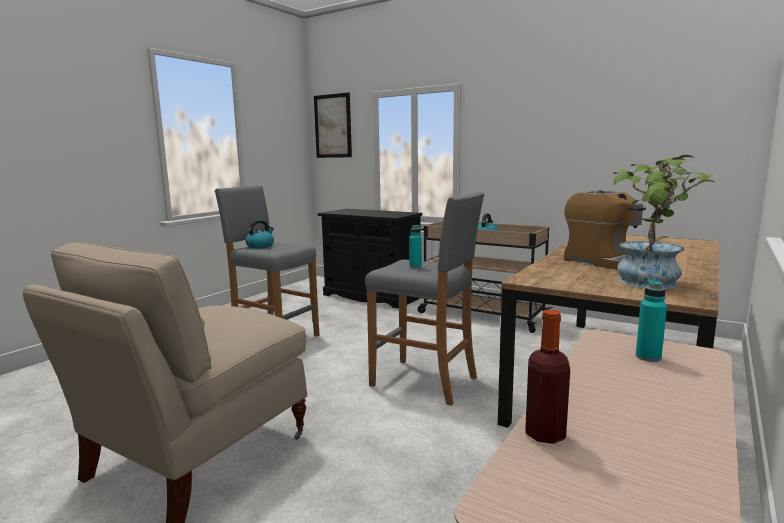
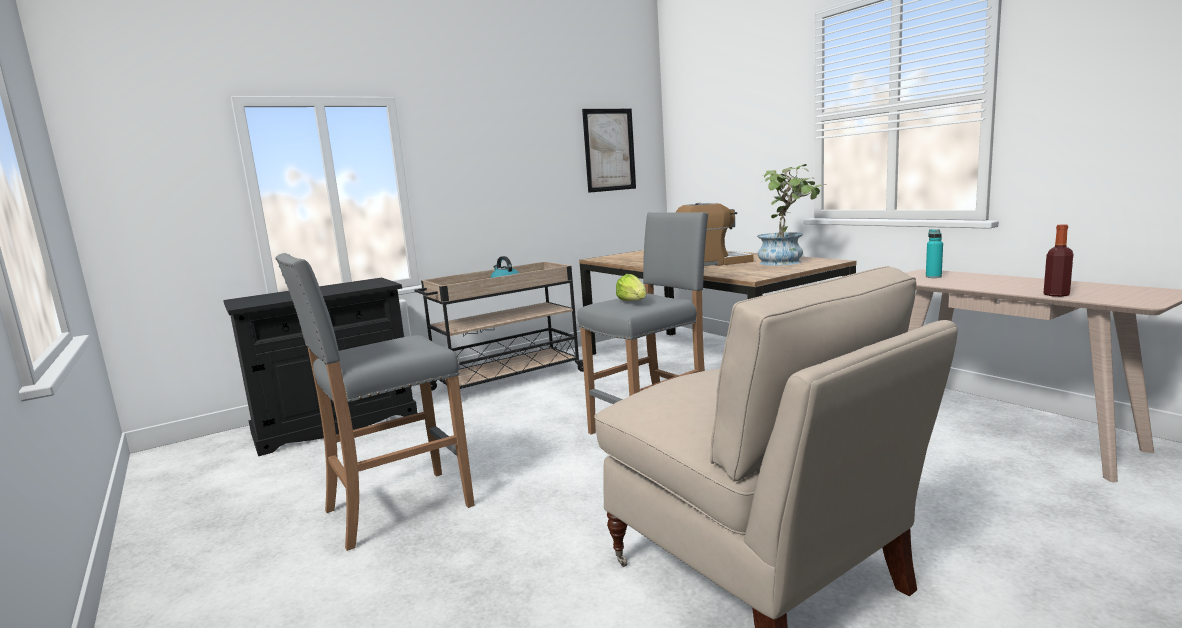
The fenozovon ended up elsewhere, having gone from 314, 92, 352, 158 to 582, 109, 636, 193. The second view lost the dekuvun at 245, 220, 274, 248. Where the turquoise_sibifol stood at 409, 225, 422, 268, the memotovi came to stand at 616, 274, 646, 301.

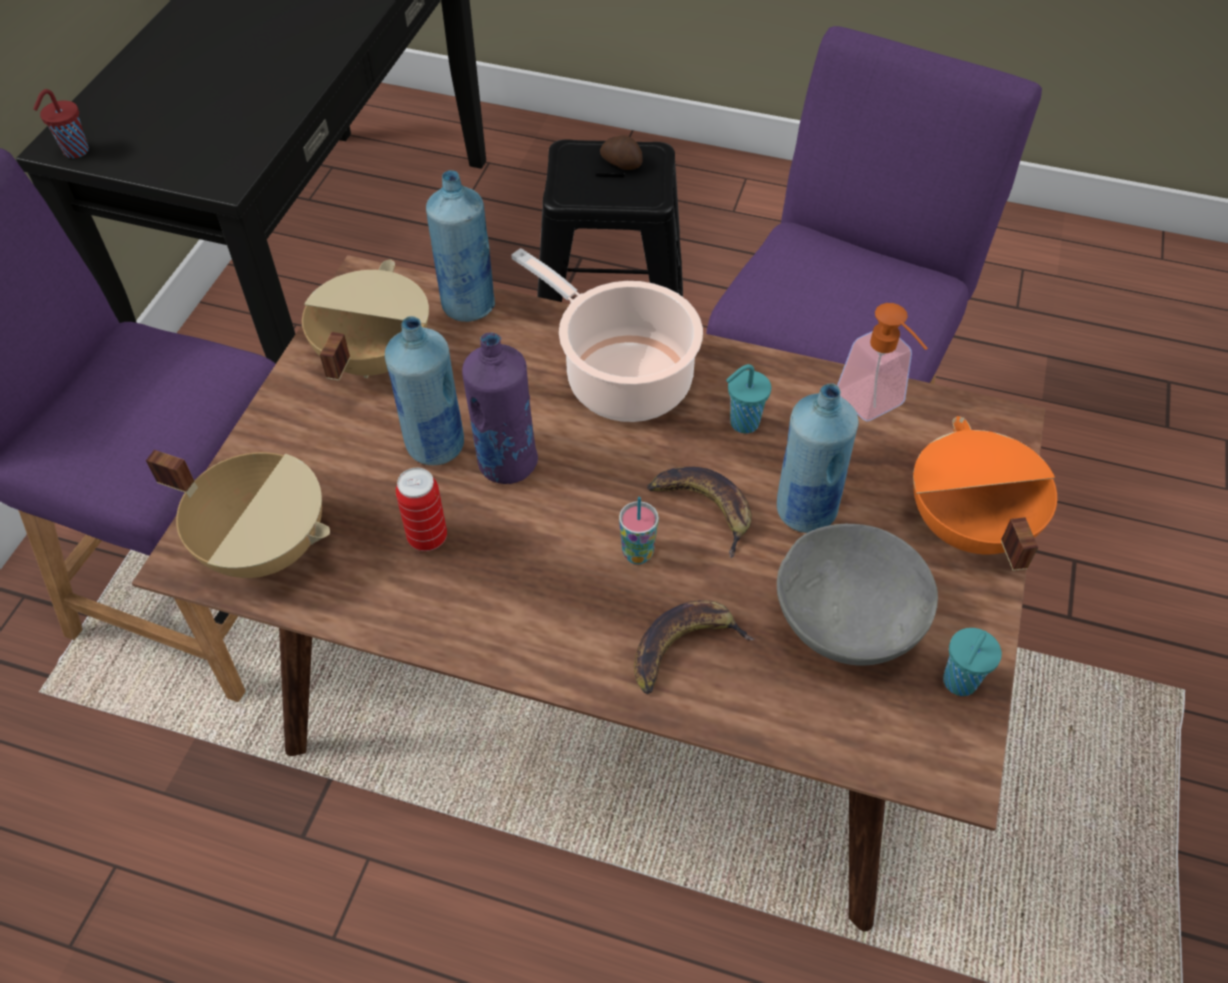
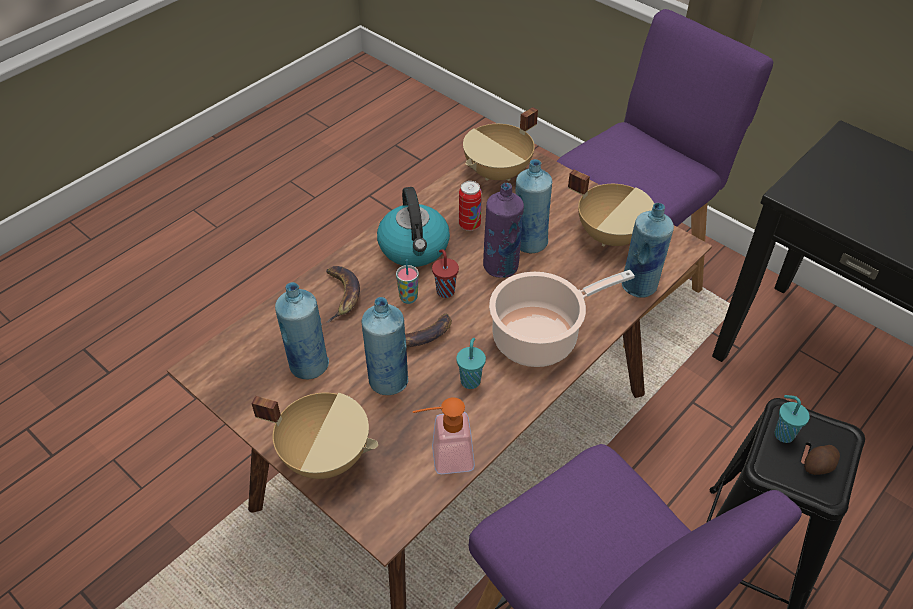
The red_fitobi ended up elsewhere, having gone from 33, 89, 89, 158 to 432, 249, 459, 298. What was the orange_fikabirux at 913, 416, 1057, 571 turned into the beige_fikabirux at 251, 392, 378, 479. Where the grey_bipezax stood at 777, 524, 938, 666, the blue_sibifol came to stand at 275, 282, 329, 380. The turquoise_fitobi ended up elsewhere, having gone from 943, 628, 1002, 696 to 774, 395, 810, 443. The second view gained the dekuvun at 377, 187, 450, 267.

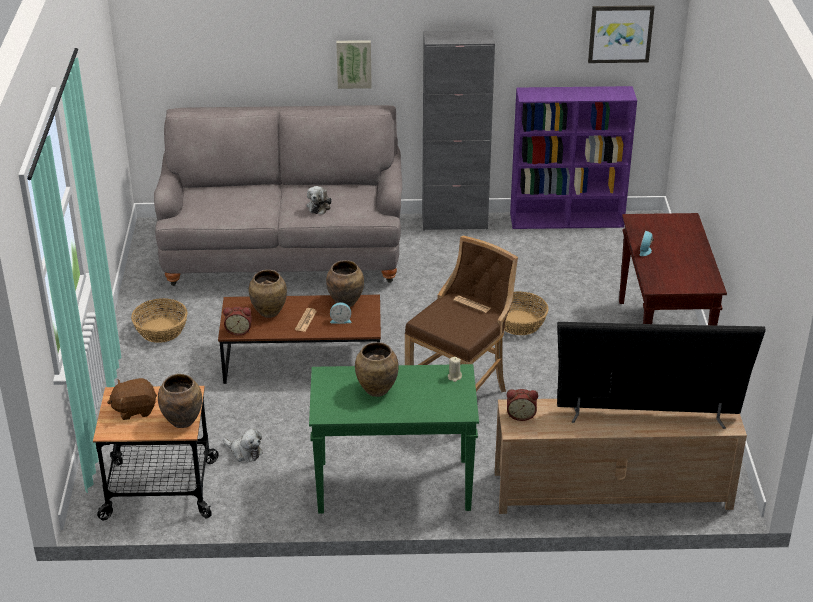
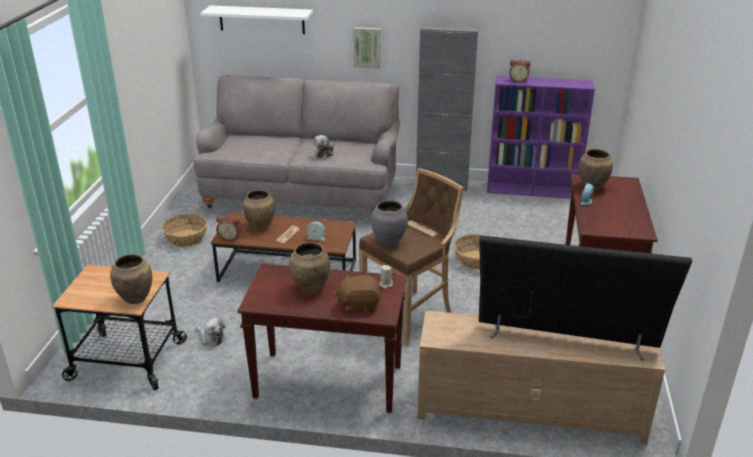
The second view lost the fenozovon at 588, 5, 655, 63. The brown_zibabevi ended up elsewhere, having gone from 326, 260, 364, 307 to 579, 149, 613, 191. What was the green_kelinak at 309, 364, 479, 514 turned into the brown_kelinak at 237, 264, 407, 413. The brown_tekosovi ended up elsewhere, having gone from 107, 378, 157, 420 to 334, 274, 382, 313. The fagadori ended up elsewhere, having gone from 507, 389, 538, 421 to 509, 60, 531, 82. The second view gained the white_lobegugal at 200, 5, 313, 34. The second view gained the grey_zibabevi at 371, 200, 408, 246.

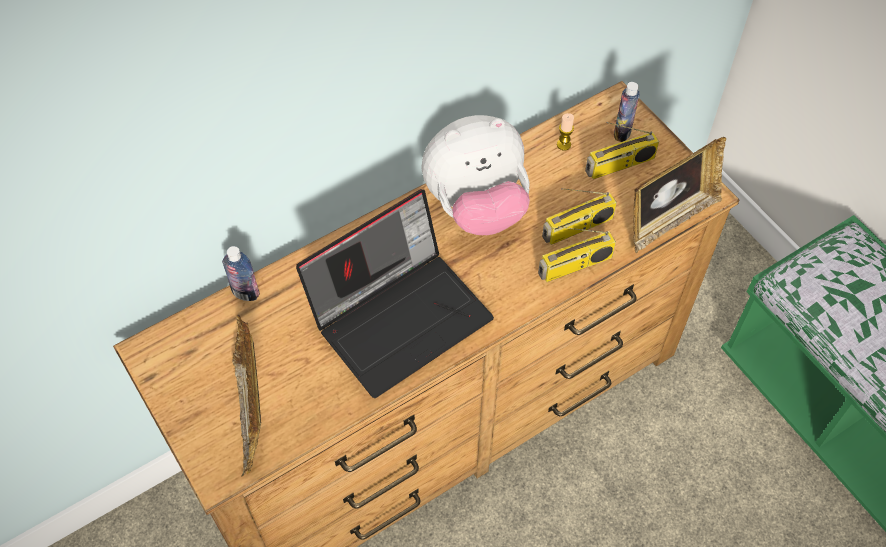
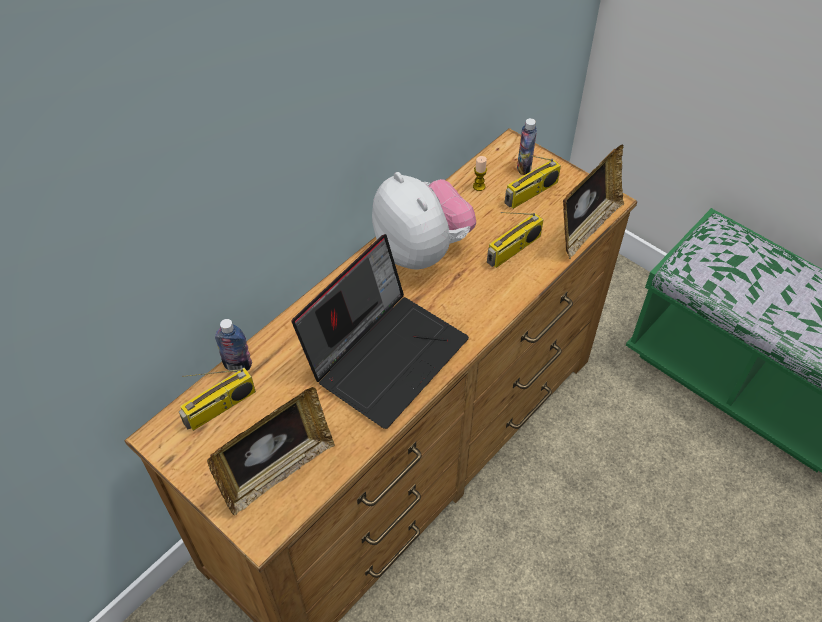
The tekosovi at 421, 115, 530, 235 ended up facing another way, 90 degrees counterclockwise from before. The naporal ended up elsewhere, having gone from 538, 226, 616, 282 to 179, 368, 256, 431. The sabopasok at 232, 315, 261, 477 ended up facing another way, 105 degrees counterclockwise from before.

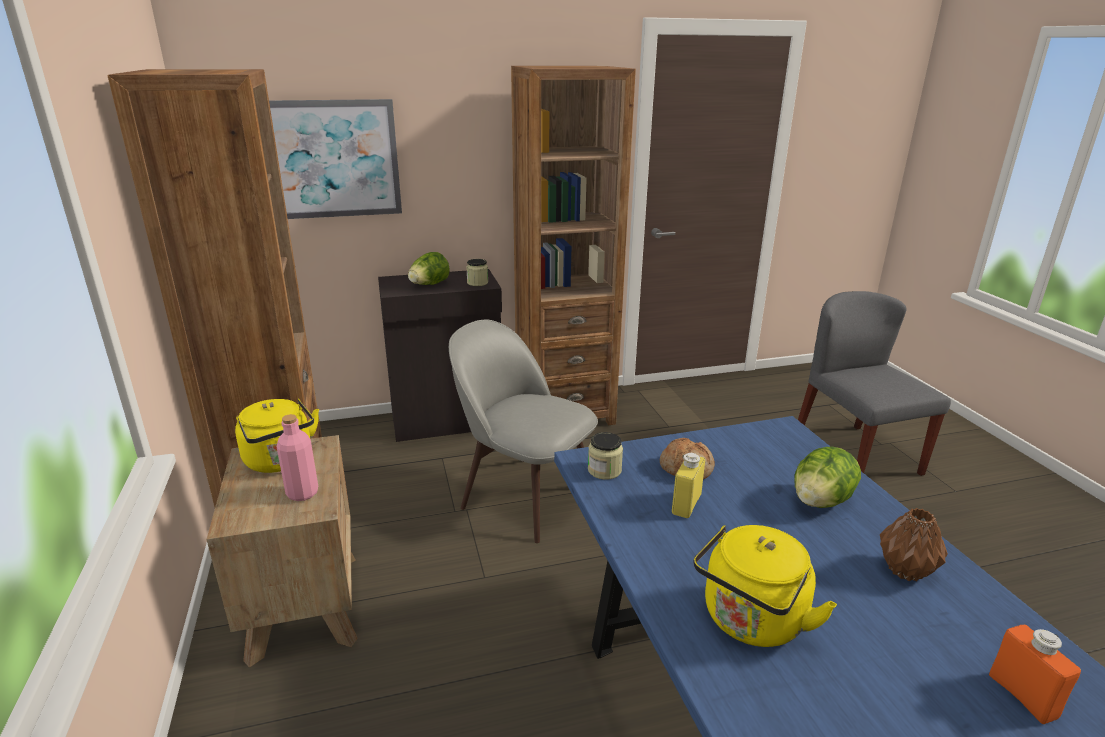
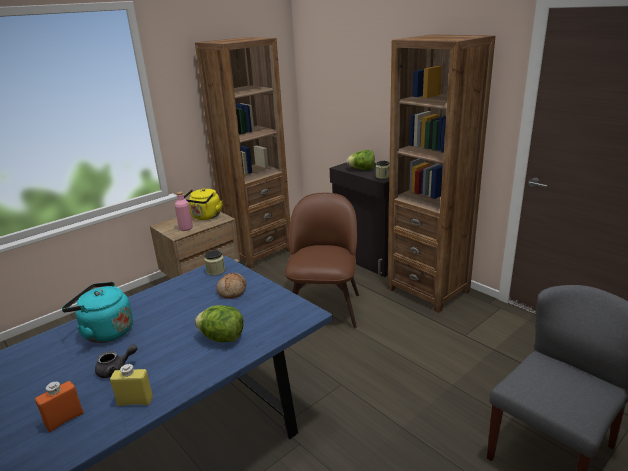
The second view lost the fenozovon at 269, 99, 402, 219. What was the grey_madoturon at 449, 320, 598, 543 turned into the brown_madoturon at 285, 193, 359, 328. The yellow_sibifol ended up elsewhere, having gone from 672, 453, 705, 518 to 110, 364, 153, 406. The second view lost the brown_zibabevi at 880, 508, 948, 581. What was the yellow_dekuvun at 693, 525, 837, 647 turned into the turquoise_dekuvun at 62, 282, 133, 343. The second view gained the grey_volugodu at 95, 344, 138, 378.

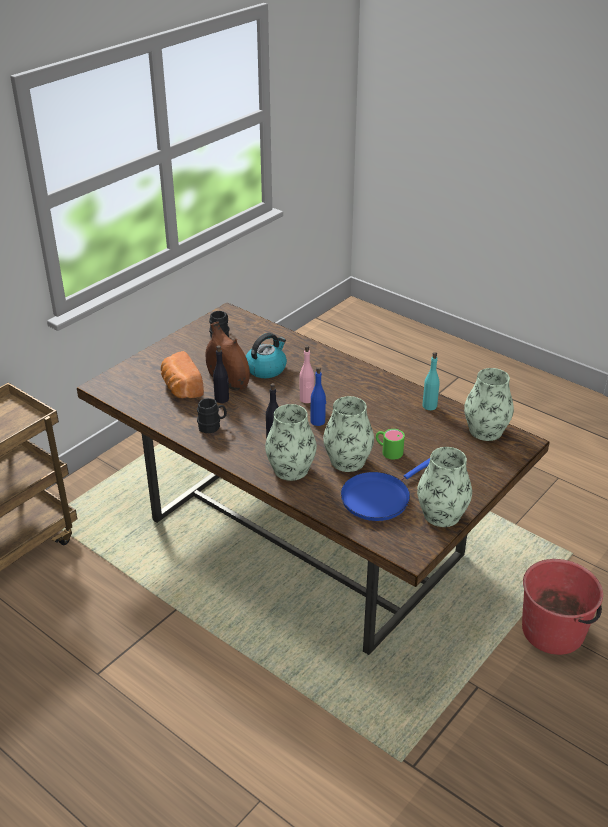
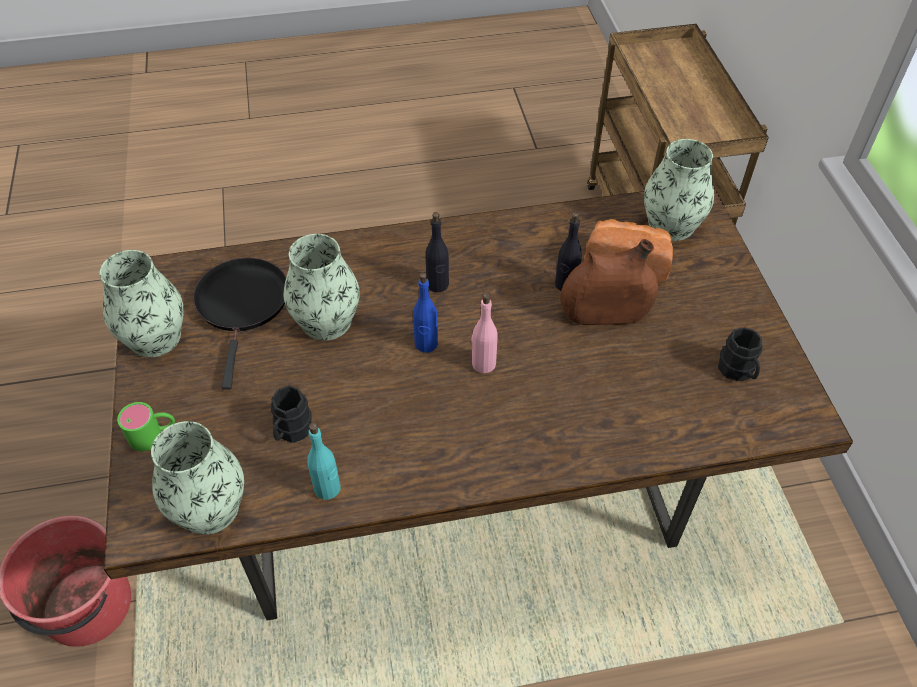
The second view lost the dekuvun at 246, 333, 287, 378. The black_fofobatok ended up elsewhere, having gone from 197, 398, 227, 434 to 271, 385, 312, 443. The zibabevi ended up elsewhere, having gone from 265, 404, 317, 481 to 644, 139, 714, 241. The green_fofobatok ended up elsewhere, having gone from 376, 429, 405, 460 to 117, 402, 175, 451. What was the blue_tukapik at 341, 458, 430, 521 turned into the black_tukapik at 193, 258, 286, 390.

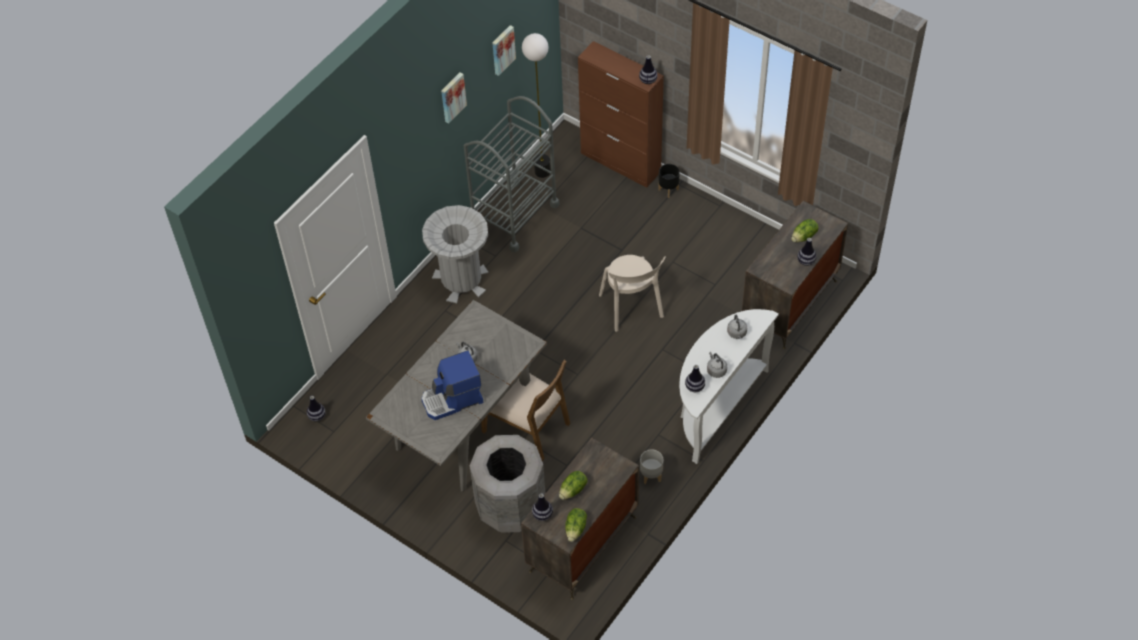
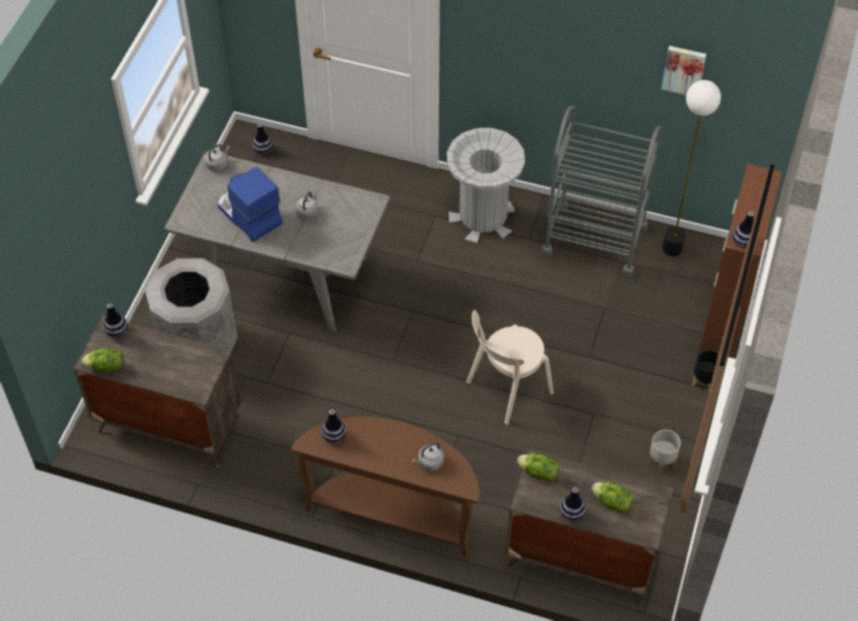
The second view lost the fenozovon at 441, 73, 467, 123. What was the white_kelinak at 679, 309, 779, 464 turned into the brown_kelinak at 291, 417, 480, 557. The grey_dekuvun ended up elsewhere, having gone from 707, 352, 727, 378 to 204, 144, 230, 171. The second view lost the brown_madoturon at 481, 360, 570, 461. The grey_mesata ended up elsewhere, having gone from 640, 449, 663, 484 to 648, 430, 681, 473. The memotovi ended up elsewhere, having gone from 559, 471, 587, 500 to 517, 453, 559, 482.

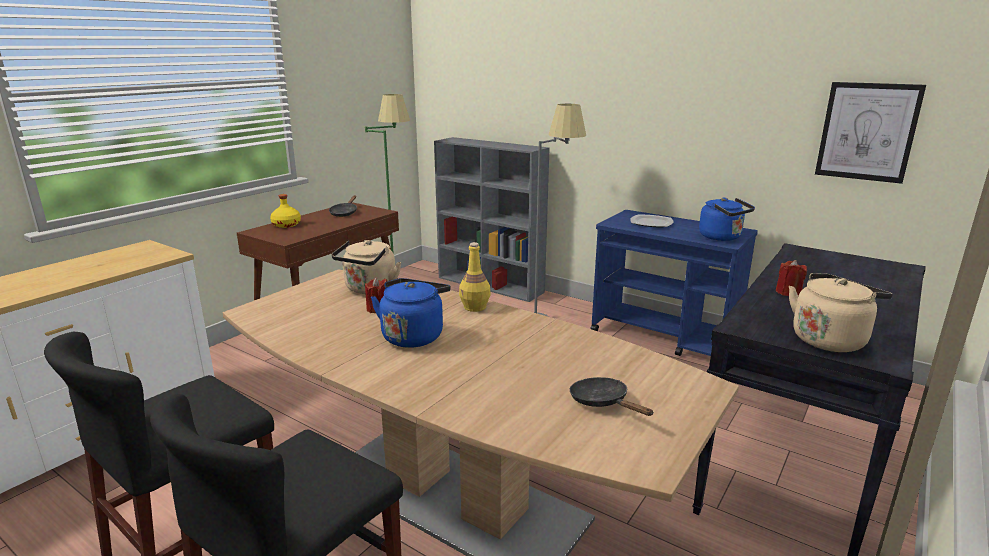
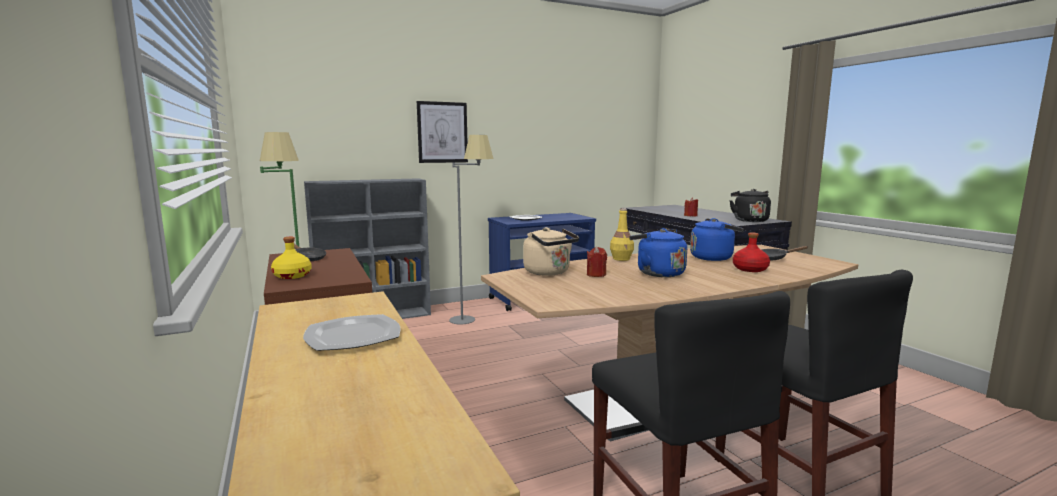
The fenozovon ended up elsewhere, having gone from 815, 82, 926, 184 to 417, 101, 468, 163. The blue_dekuvun ended up elsewhere, having gone from 699, 198, 755, 241 to 690, 218, 744, 261. What was the beige_dekuvun at 789, 273, 893, 352 turned into the black_dekuvun at 730, 189, 771, 222. The second view gained the red_sibifol at 733, 232, 770, 272. The second view gained the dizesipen at 303, 314, 400, 351.

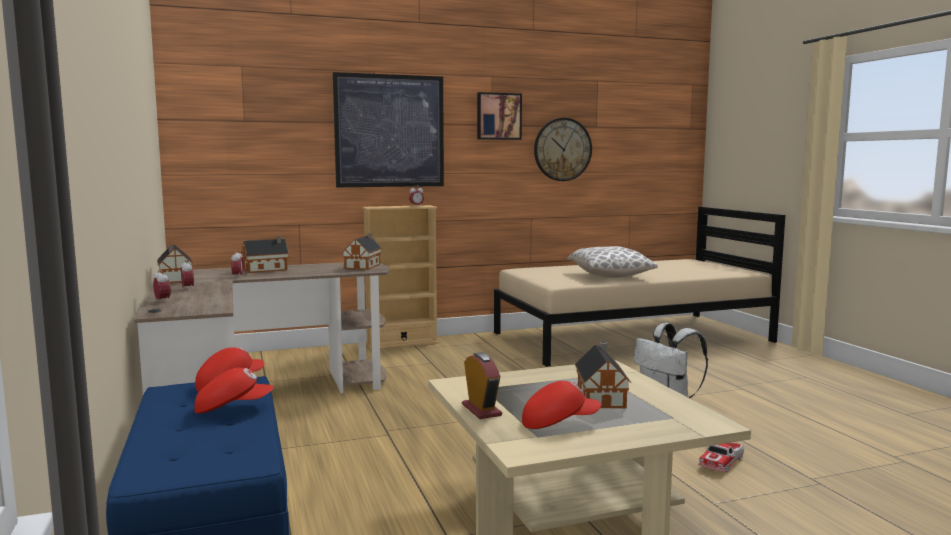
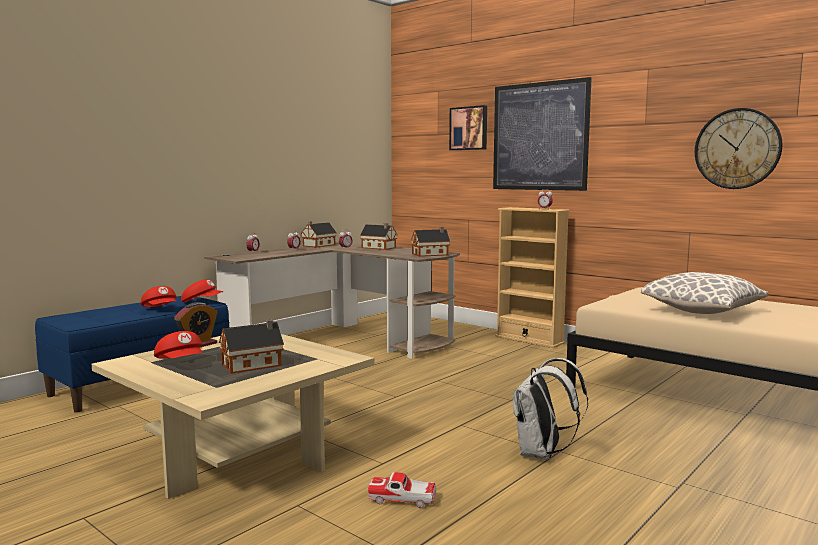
The fenozovon ended up elsewhere, having gone from 477, 92, 522, 140 to 449, 105, 487, 150.

